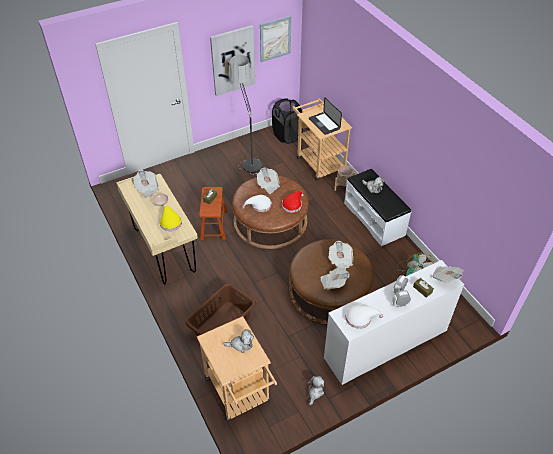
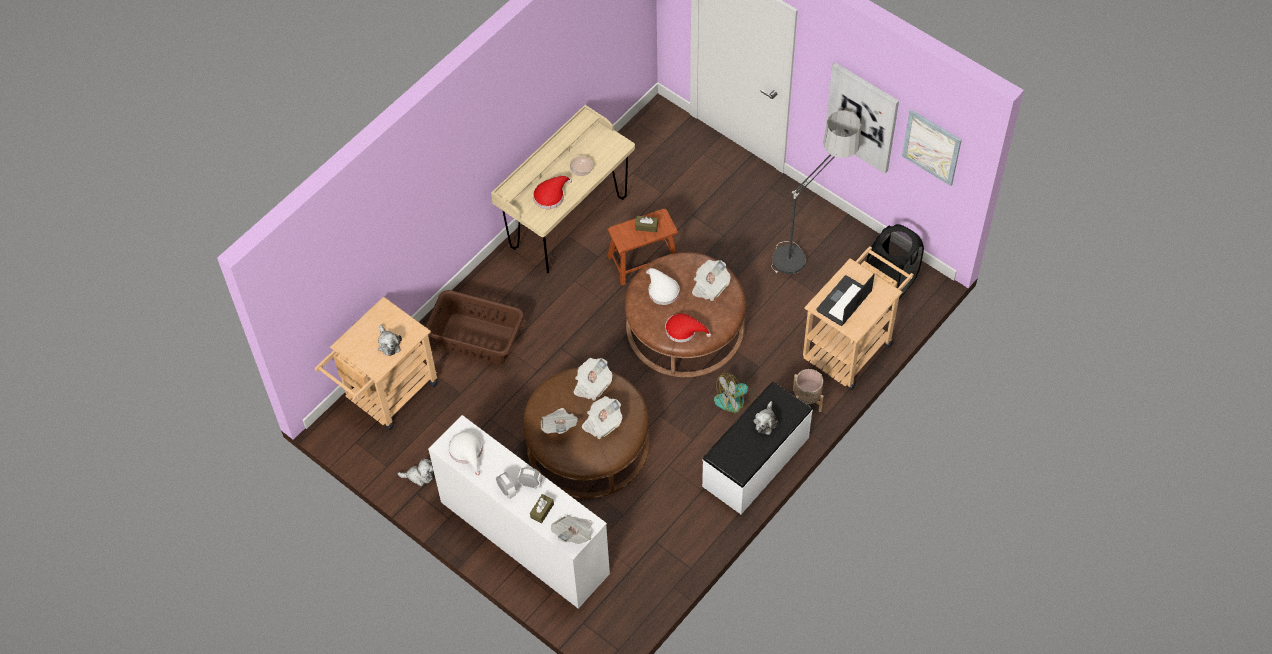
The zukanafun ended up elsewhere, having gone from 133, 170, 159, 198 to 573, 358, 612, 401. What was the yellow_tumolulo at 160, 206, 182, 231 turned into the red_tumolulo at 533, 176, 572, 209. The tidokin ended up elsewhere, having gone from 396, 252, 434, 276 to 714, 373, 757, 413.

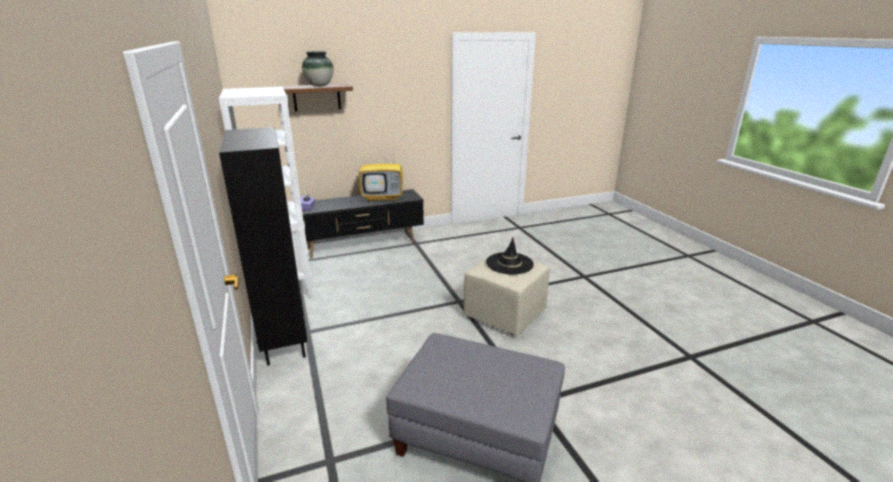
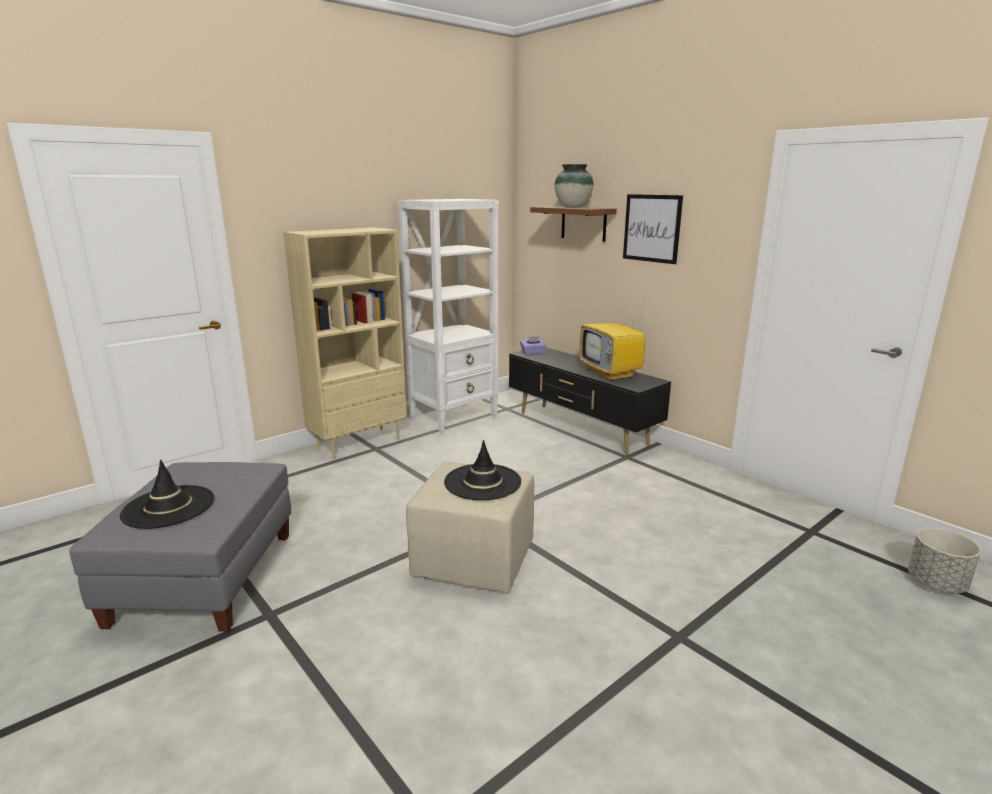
What was the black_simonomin at 219, 127, 307, 366 turned into the beige_simonomin at 283, 227, 407, 459. The second view gained the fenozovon at 623, 194, 683, 264. The second view gained the black_tumolulo at 120, 459, 214, 529. The second view gained the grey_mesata at 908, 528, 981, 593.

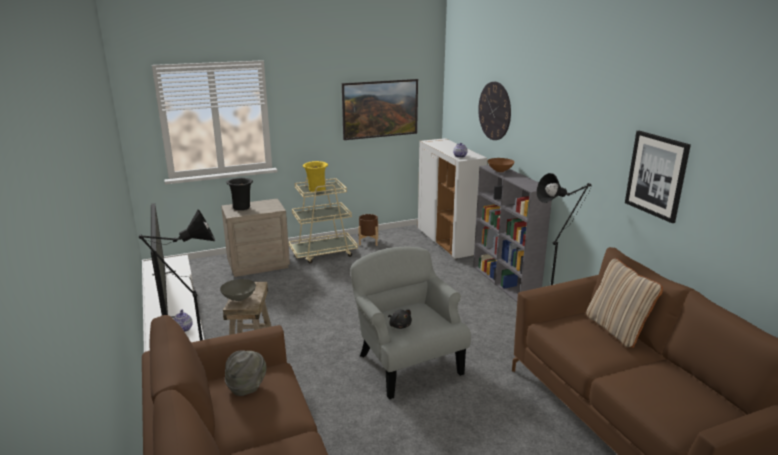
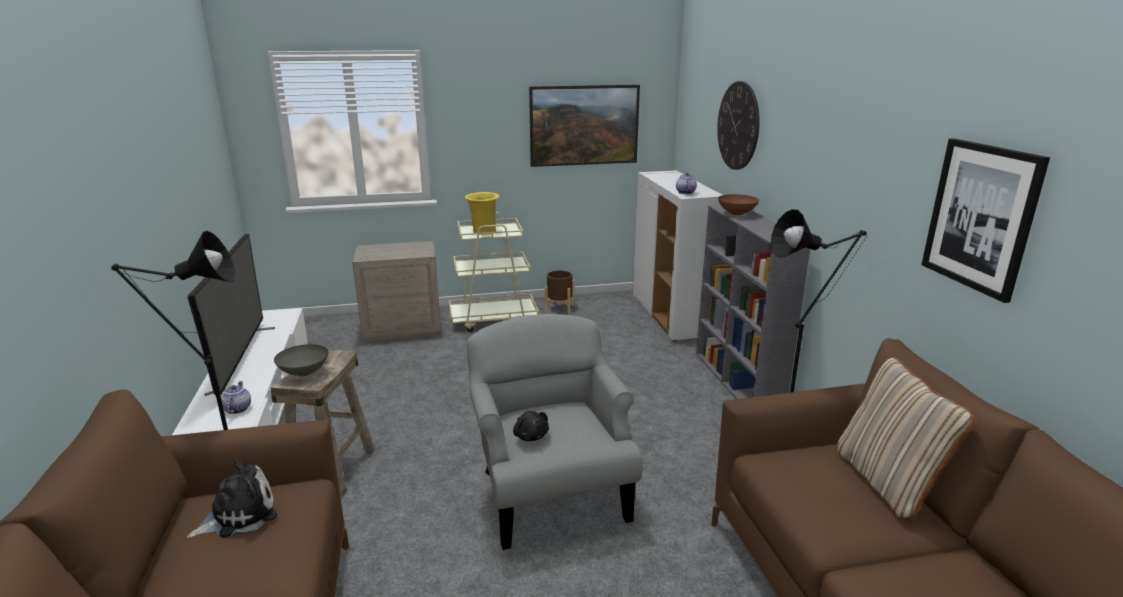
The second view lost the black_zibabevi at 226, 178, 253, 210. Where the grey_tumolulo stood at 225, 350, 267, 396, the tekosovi came to stand at 187, 459, 277, 538.

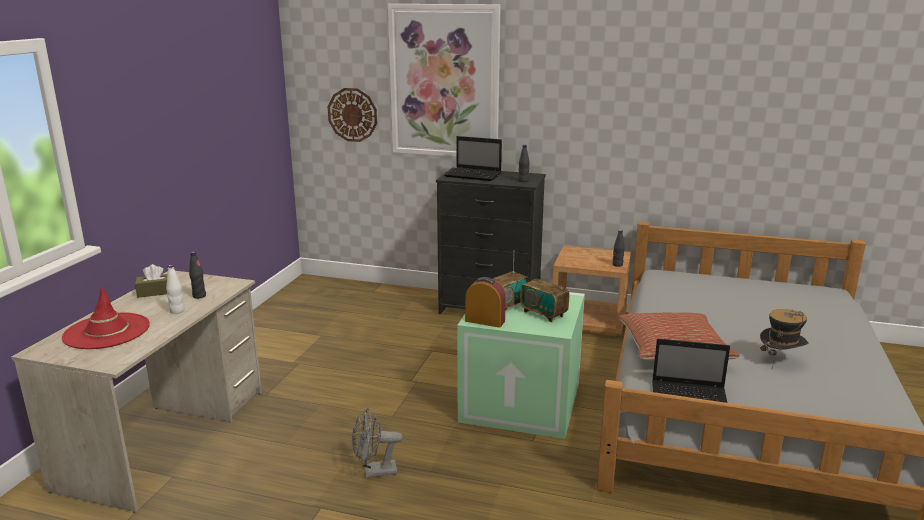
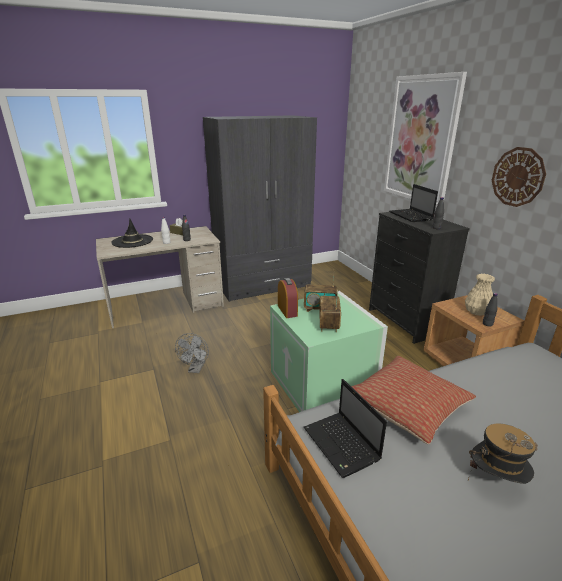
The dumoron ended up elsewhere, having gone from 328, 88, 377, 142 to 492, 147, 546, 207. What was the red_tumolulo at 62, 286, 150, 349 turned into the black_tumolulo at 111, 219, 153, 248. The grey_tidokin at 352, 408, 403, 478 ended up facing another way, 120 degrees counterclockwise from before. The second view gained the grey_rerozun at 203, 115, 317, 302. The second view gained the beige_zibabevi at 465, 274, 495, 316.

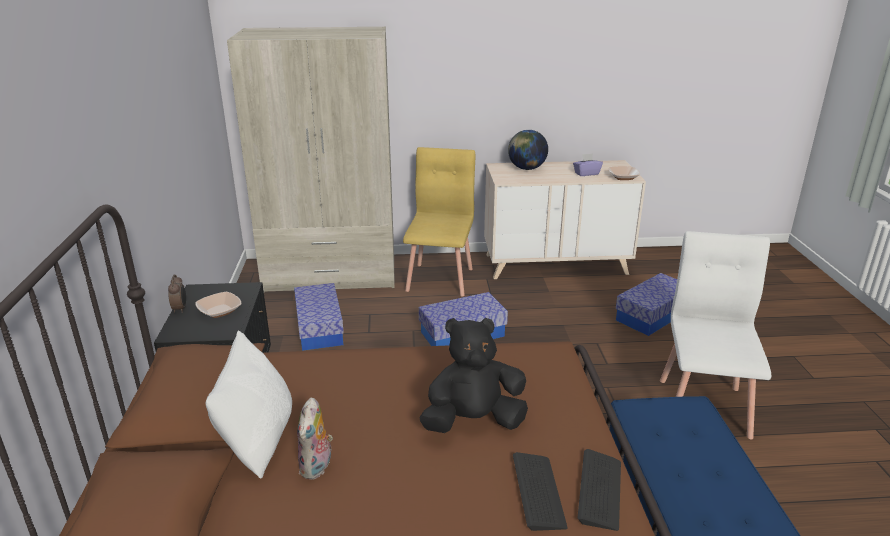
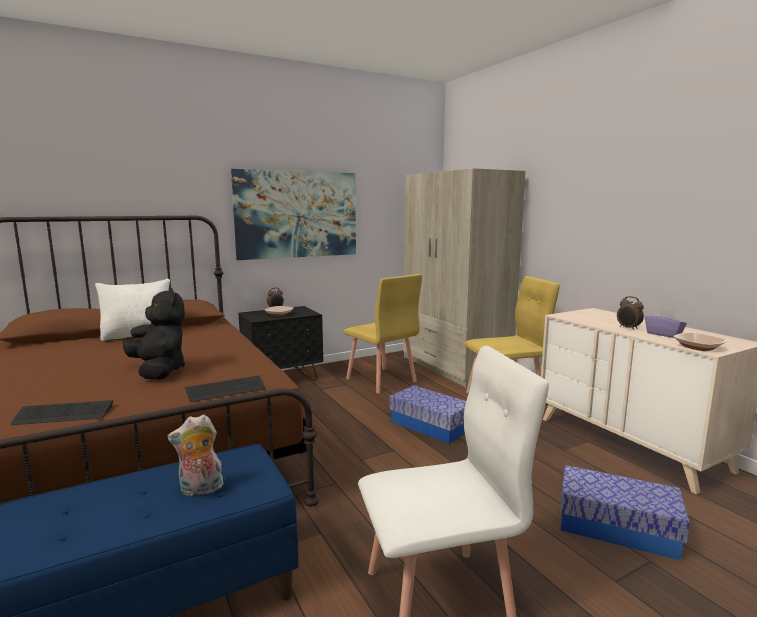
The second view lost the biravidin at 508, 130, 548, 170. Where the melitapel stood at 294, 283, 344, 351, the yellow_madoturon came to stand at 343, 274, 422, 394. The tekosovi ended up elsewhere, having gone from 297, 398, 333, 480 to 168, 414, 224, 496. The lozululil ended up elsewhere, having gone from 513, 452, 568, 531 to 185, 375, 265, 402. The second view gained the fenozovon at 231, 169, 356, 260. The second view gained the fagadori at 617, 296, 644, 330.

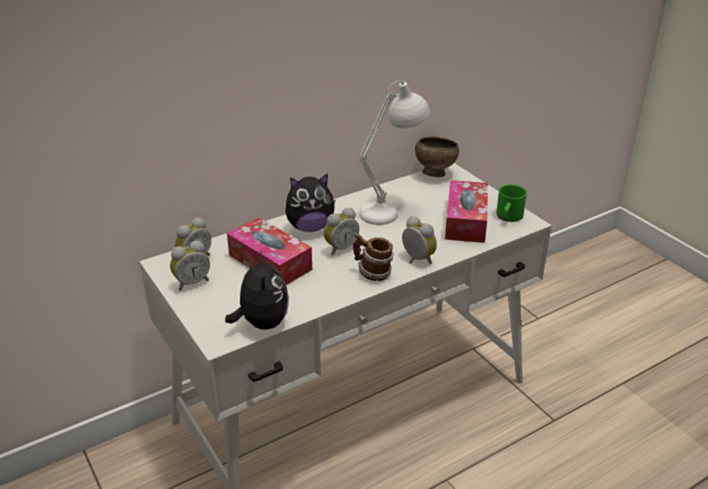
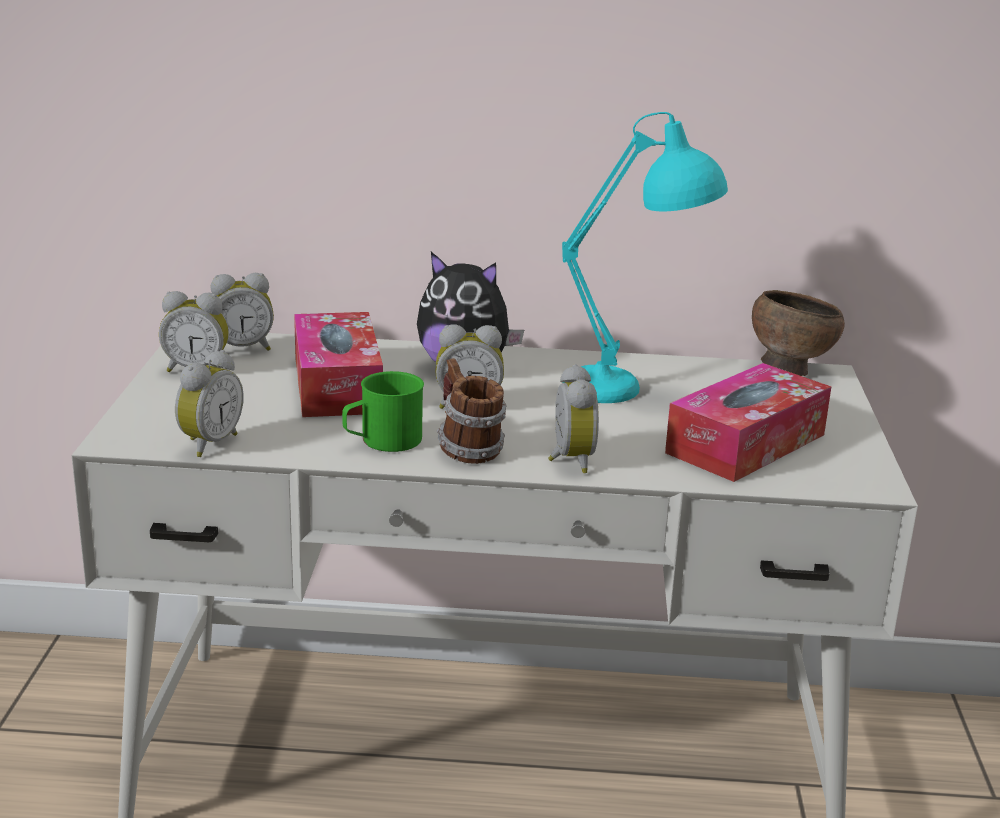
What was the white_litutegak at 359, 80, 430, 225 turned into the turquoise_litutegak at 562, 112, 728, 403. The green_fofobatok ended up elsewhere, having gone from 496, 184, 527, 222 to 342, 371, 424, 452. Where the tekosovi stood at 225, 250, 289, 330, the fagadori came to stand at 175, 350, 244, 457.

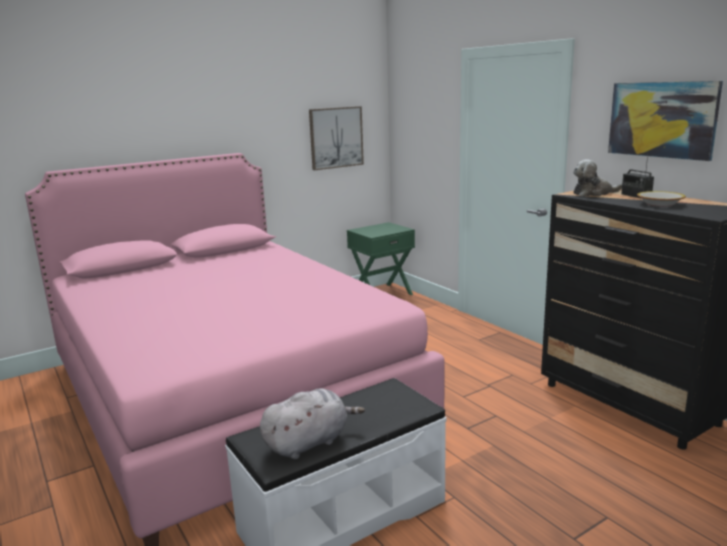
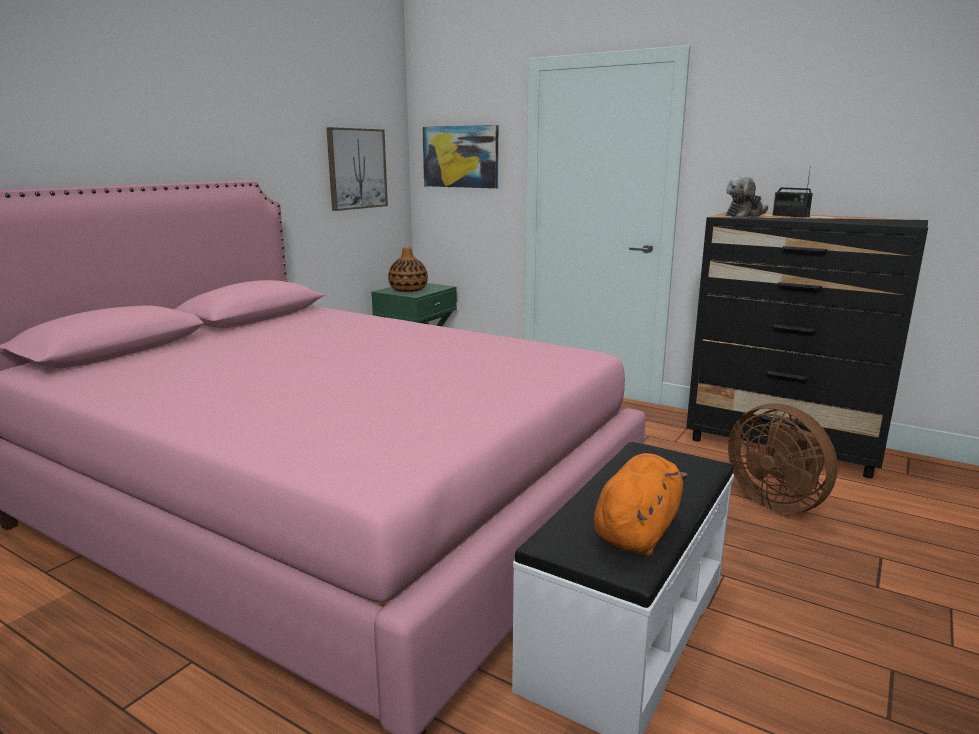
The fenozovon ended up elsewhere, having gone from 608, 81, 723, 161 to 422, 125, 498, 189. The second view lost the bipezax at 637, 191, 686, 207. What was the grey_tekosovi at 260, 388, 365, 459 turned into the orange_tekosovi at 594, 453, 688, 556. The second view gained the zibabevi at 388, 247, 428, 292. The second view gained the brown_tidokin at 728, 403, 838, 514.

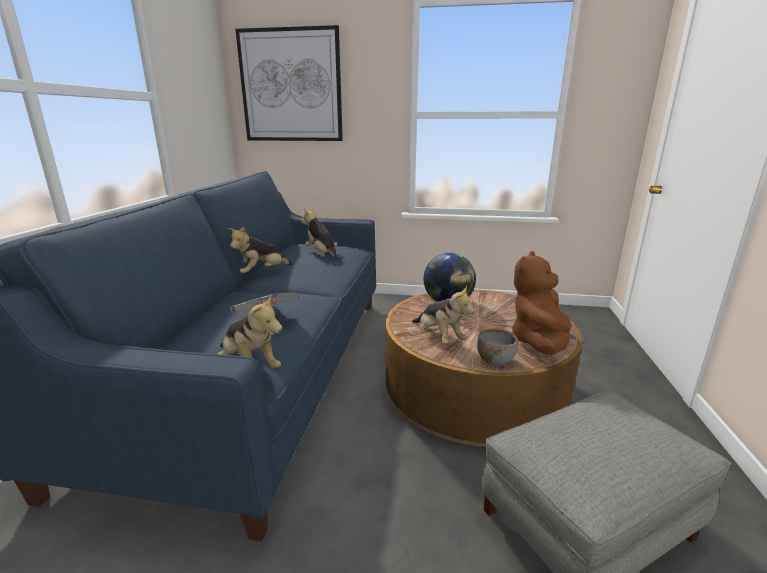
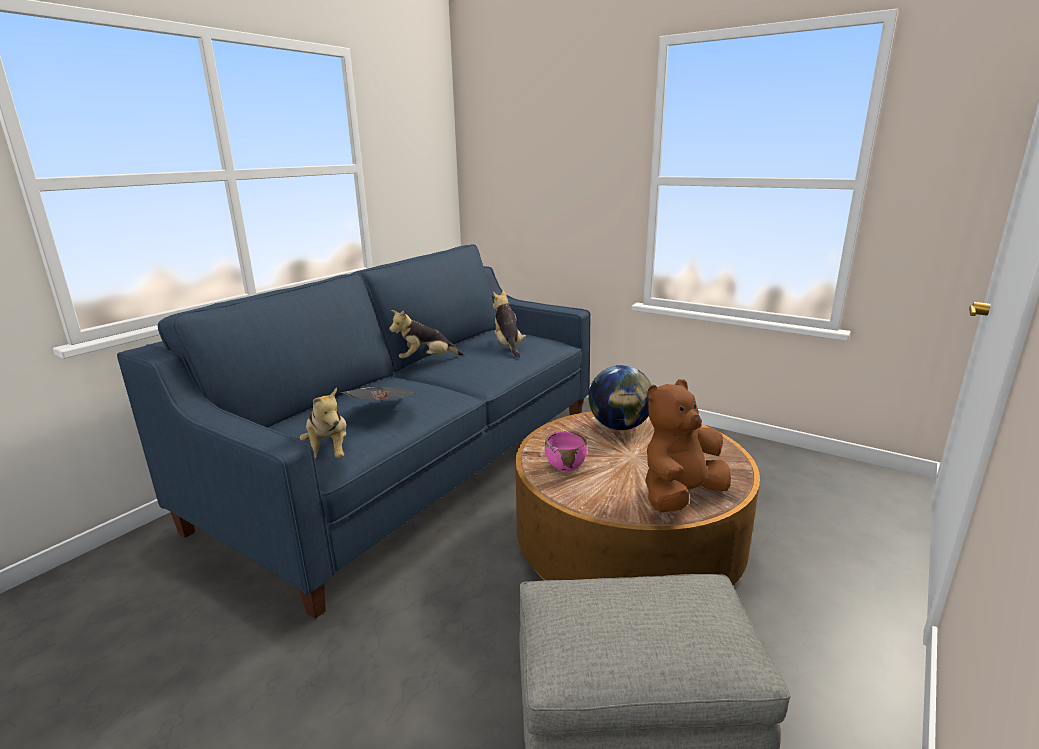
The second view lost the fenozovon at 235, 25, 343, 141. Where the tekosovi stood at 412, 286, 475, 343, the pink_bipezax came to stand at 545, 431, 588, 471. The second view lost the grey_bipezax at 477, 328, 518, 366.

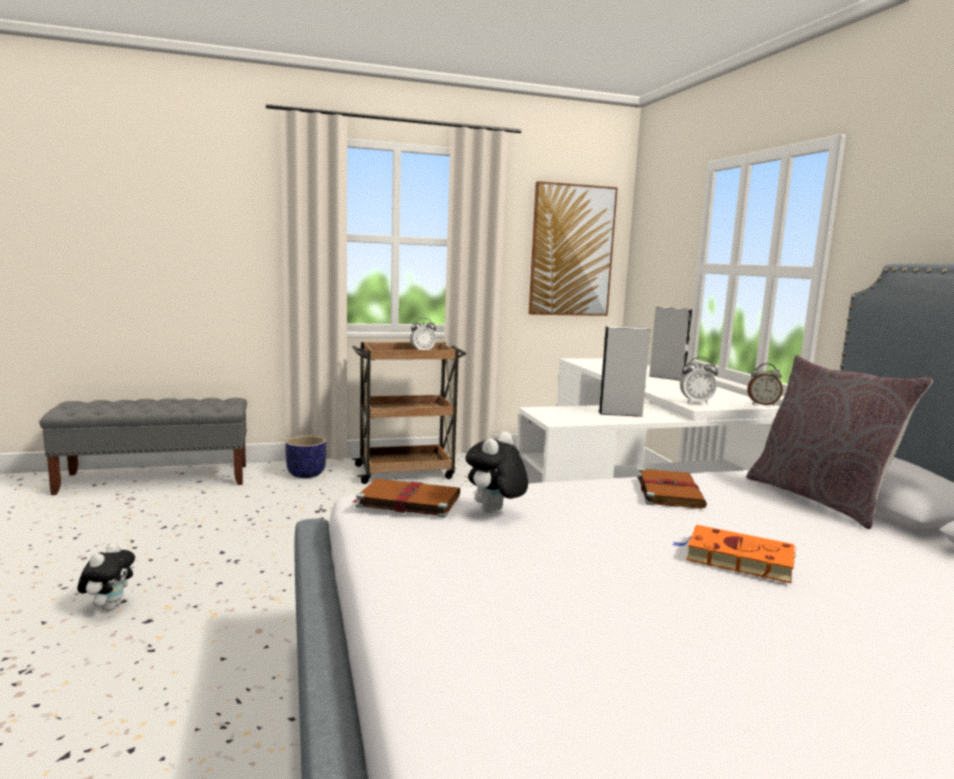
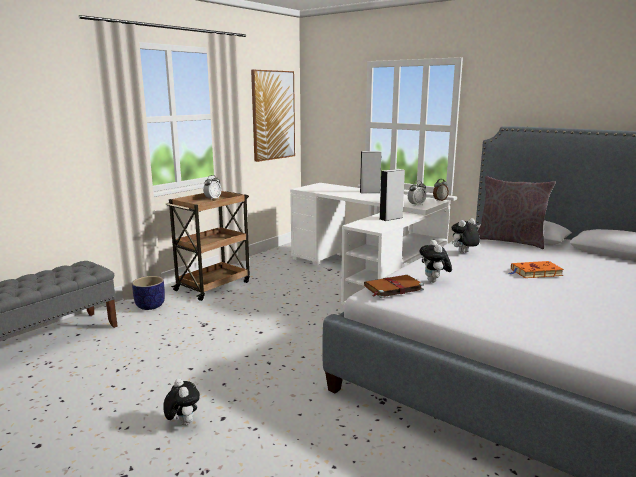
Where the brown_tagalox stood at 637, 468, 707, 509, the tekosovi came to stand at 451, 218, 480, 253.

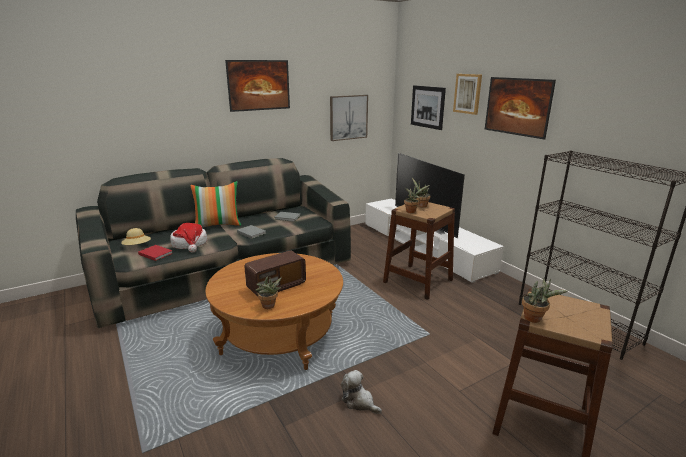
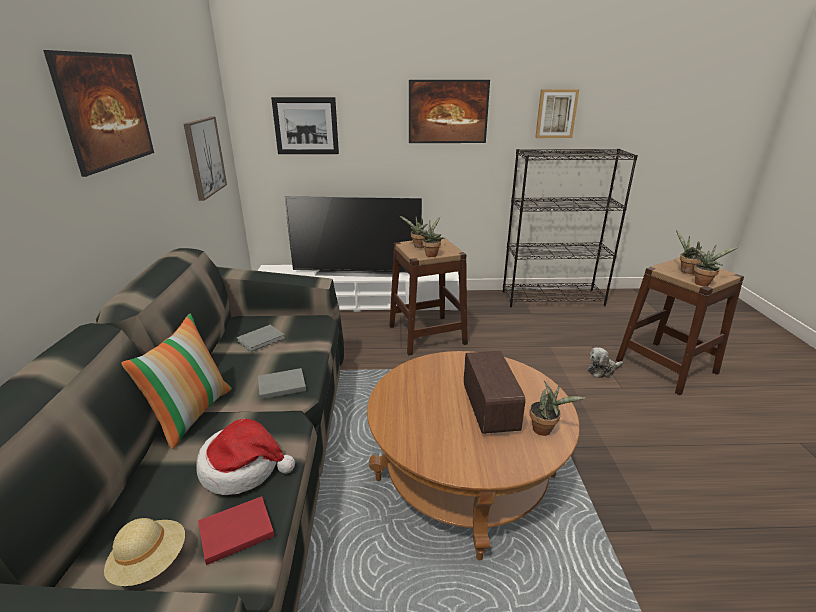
The fenozovon ended up elsewhere, having gone from 453, 74, 482, 115 to 535, 89, 579, 138. The tekosovi ended up elsewhere, having gone from 341, 370, 382, 414 to 588, 347, 623, 378. The second view gained the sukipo at 676, 230, 702, 274.

